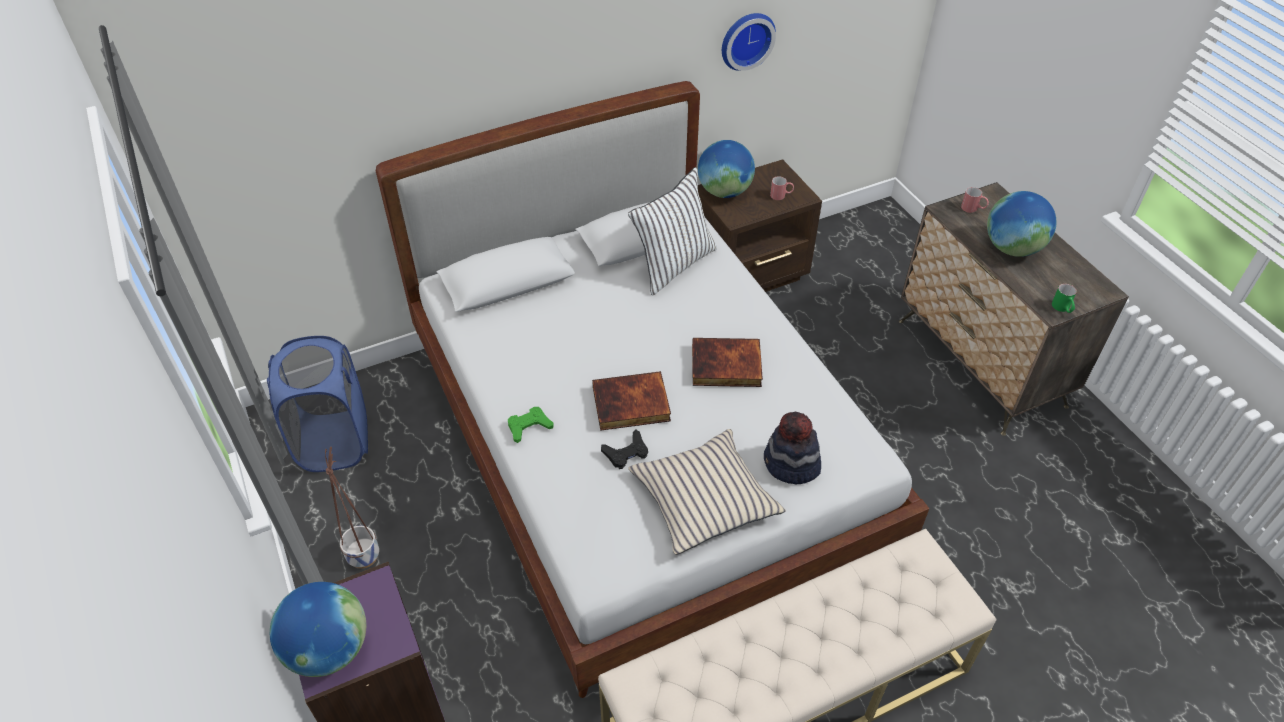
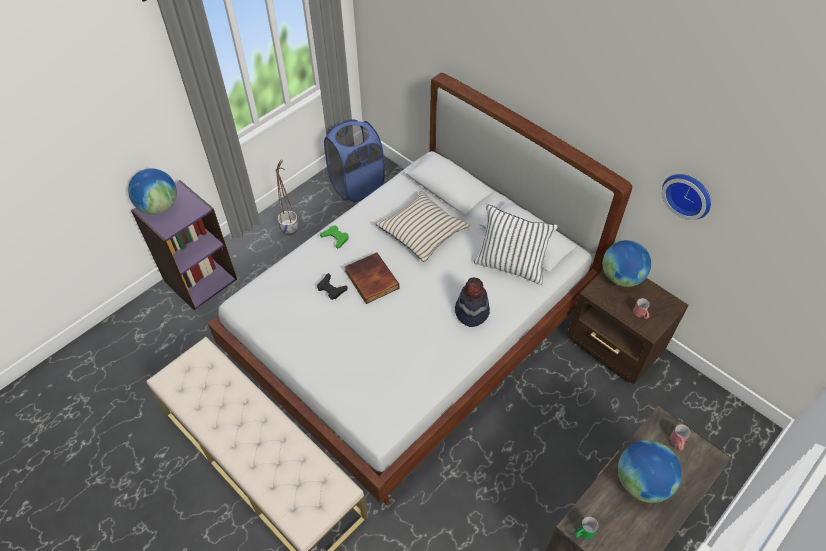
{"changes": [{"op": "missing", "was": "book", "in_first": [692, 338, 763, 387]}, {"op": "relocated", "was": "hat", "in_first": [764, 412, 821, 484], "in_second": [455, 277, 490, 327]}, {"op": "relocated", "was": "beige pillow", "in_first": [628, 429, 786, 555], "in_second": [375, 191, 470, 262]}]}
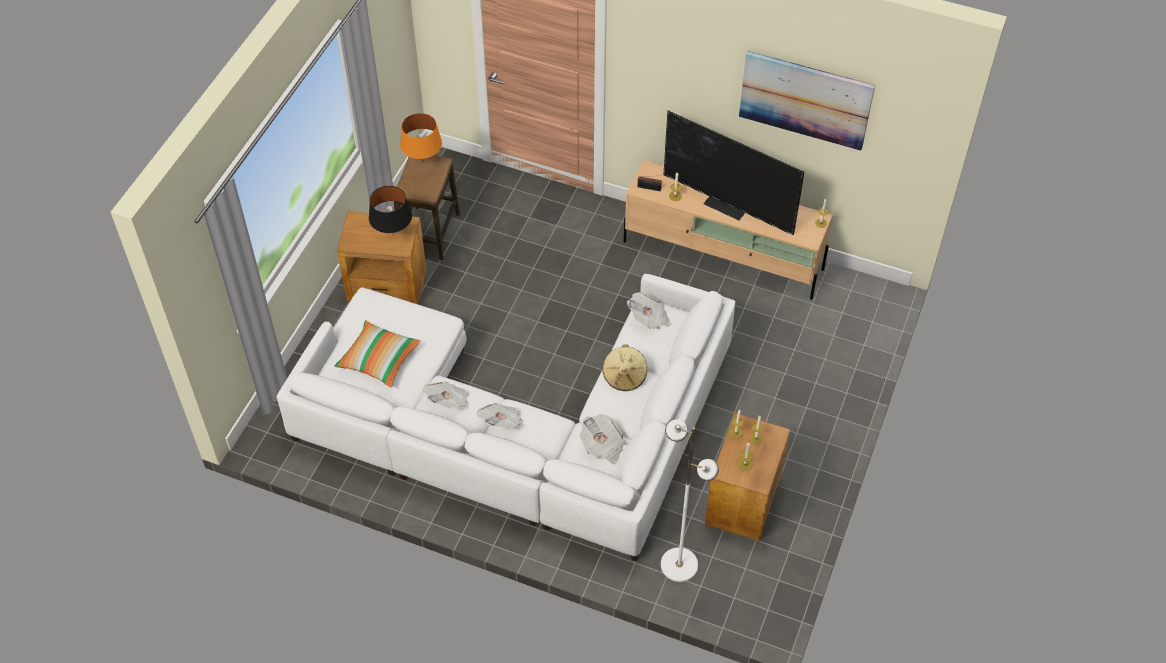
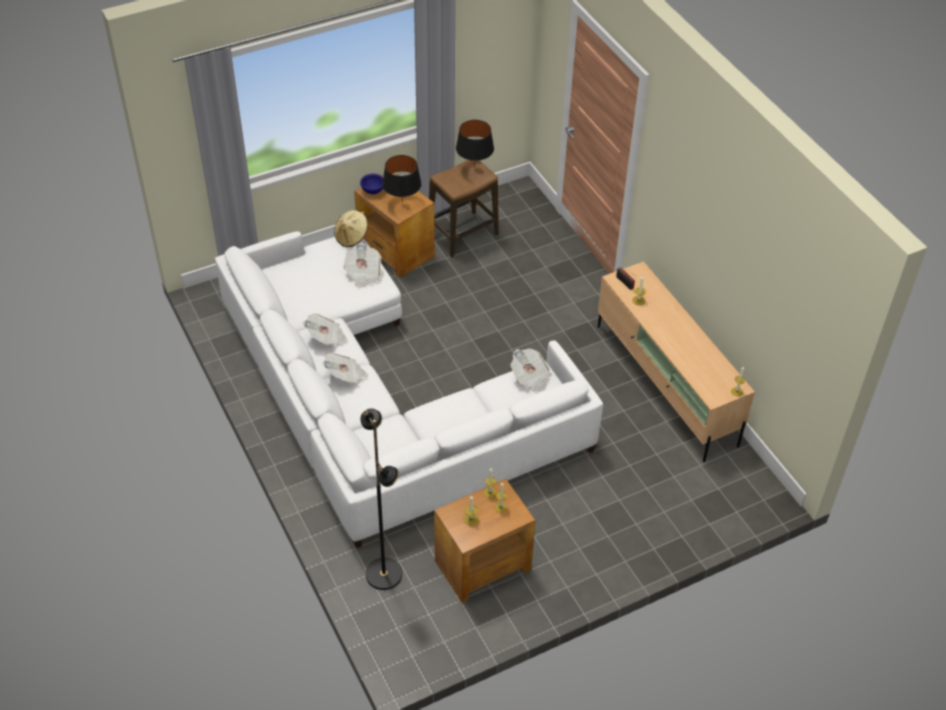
{"changes": [{"op": "missing", "was": "picture", "in_first": [739, 51, 875, 151]}, {"op": "missing", "was": "television", "in_first": [663, 110, 804, 235]}, {"op": "colour", "was": "orange table lamp", "now": "black table lamp", "in_first": [400, 113, 442, 163], "in_second": [456, 120, 494, 168]}, {"op": "missing", "was": "pillow", "in_first": [334, 320, 420, 387]}, {"op": "relocated", "was": "beige hat", "in_first": [602, 344, 647, 391], "in_second": [334, 210, 368, 247]}, {"op": "relocated", "was": "newspaper", "in_first": [580, 414, 626, 464], "in_second": [343, 243, 381, 288]}, {"op": "colour", "was": "white floor lamp", "now": "black floor lamp", "in_first": [661, 419, 719, 582], "in_second": [360, 408, 402, 590]}, {"op": "appeared", "now": "blue bowl", "in_second": [360, 174, 383, 194]}]}
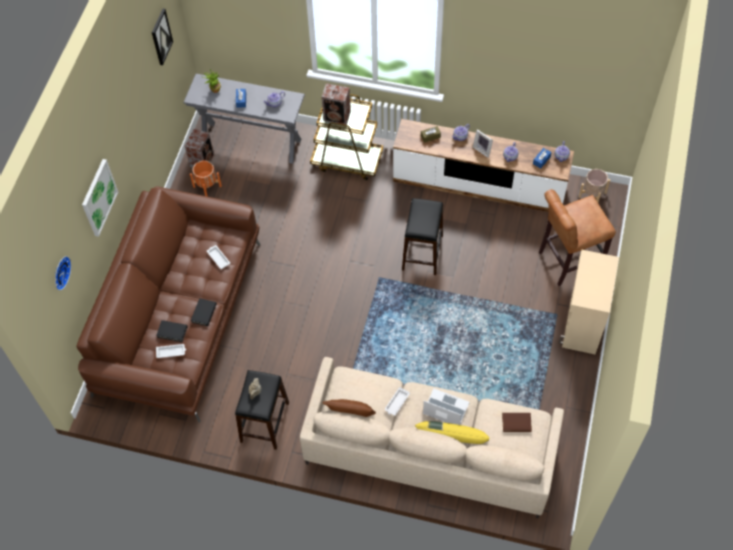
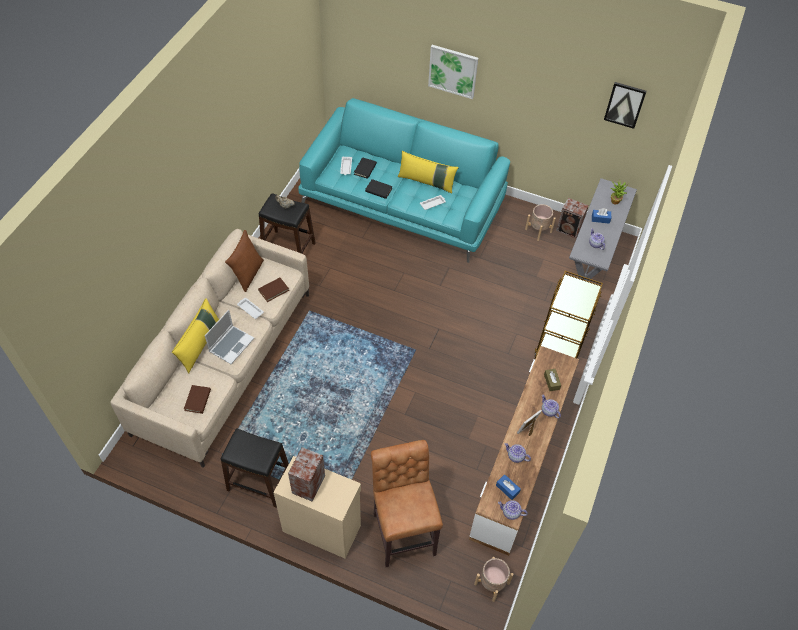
{"changes": [{"op": "relocated", "was": "speaker", "in_first": [322, 84, 351, 125], "in_second": [288, 447, 325, 502]}, {"op": "colour", "was": "orange planter", "now": "beige planter", "in_first": [190, 160, 222, 197], "in_second": [525, 204, 556, 241]}, {"op": "colour", "was": "brown sofa", "now": "turquoise sofa", "in_first": [76, 186, 260, 423], "in_second": [298, 98, 510, 263]}, {"op": "relocated", "was": "black stool", "in_first": [402, 198, 443, 275], "in_second": [221, 428, 289, 508]}, {"op": "missing", "was": "wall clock", "in_first": [55, 256, 71, 290]}, {"op": "appeared", "now": "yellow pillow", "in_second": [398, 151, 459, 194]}, {"op": "appeared", "now": "brown book", "in_second": [258, 277, 289, 302]}]}
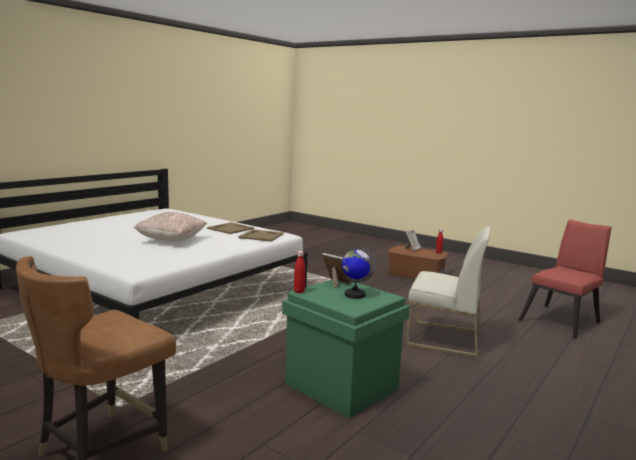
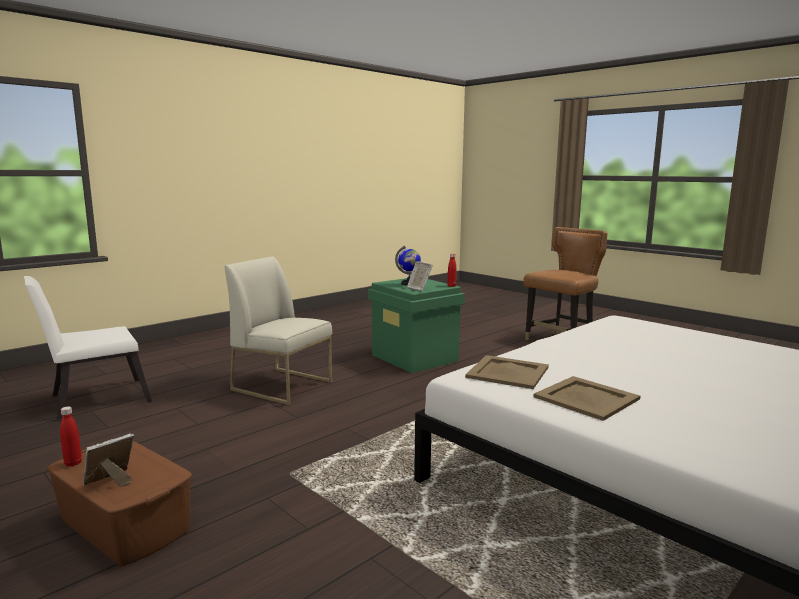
{"changes": [{"op": "missing", "was": "beige pillow", "in_first": [133, 212, 207, 242]}, {"op": "colour", "was": "red chair", "now": "white chair", "in_first": [518, 219, 612, 339], "in_second": [24, 276, 152, 419]}]}
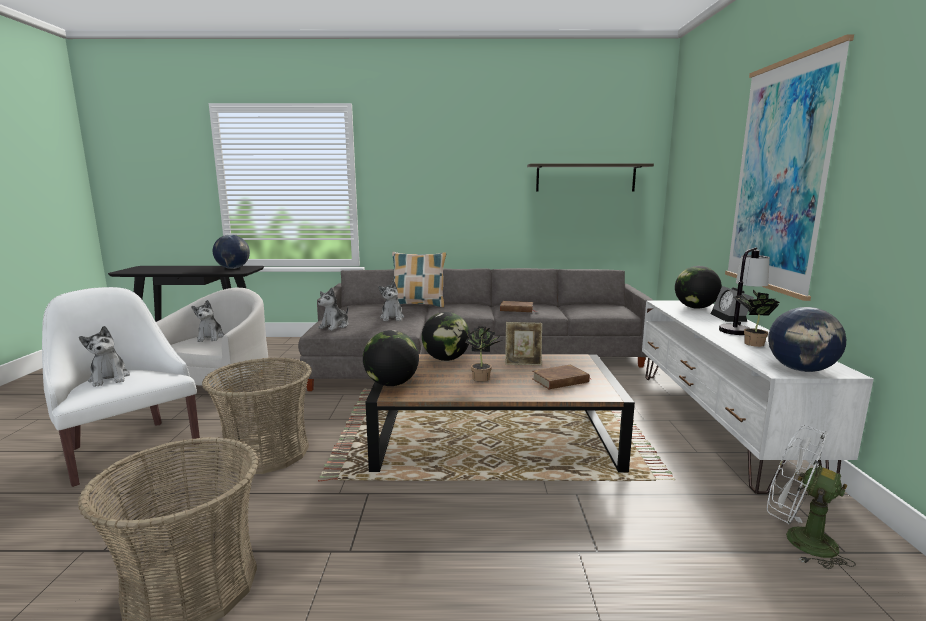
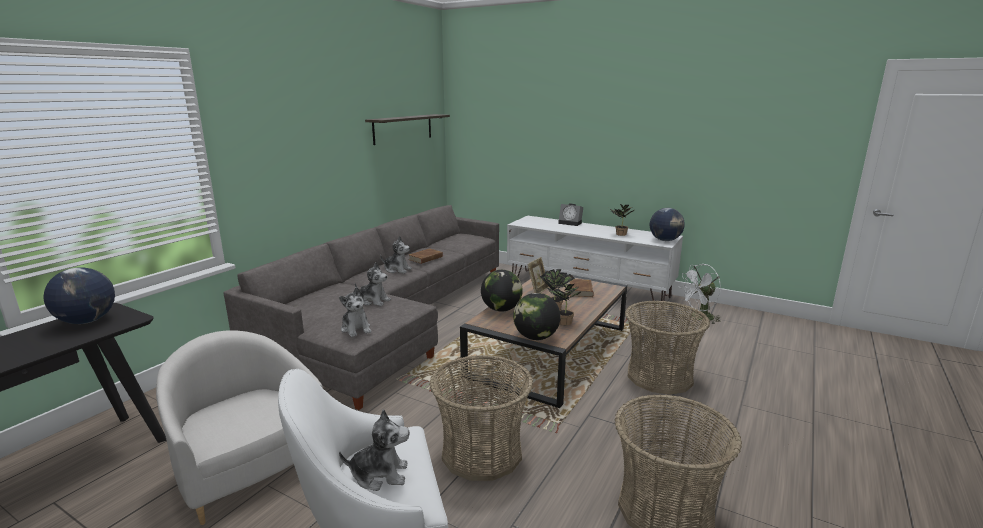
{"changes": [{"op": "missing", "was": "picture", "in_first": [725, 34, 854, 301]}, {"op": "missing", "was": "table lamp", "in_first": [719, 247, 770, 335]}, {"op": "missing", "was": "pillow", "in_first": [392, 252, 447, 307]}, {"op": "missing", "was": "globe", "in_first": [675, 266, 722, 309]}, {"op": "relocated", "was": "plush toy", "in_first": [191, 300, 224, 342], "in_second": [380, 236, 412, 273]}, {"op": "appeared", "now": "potted plant", "in_second": [547, 283, 582, 325]}, {"op": "appeared", "now": "basket", "in_second": [625, 300, 710, 395]}]}
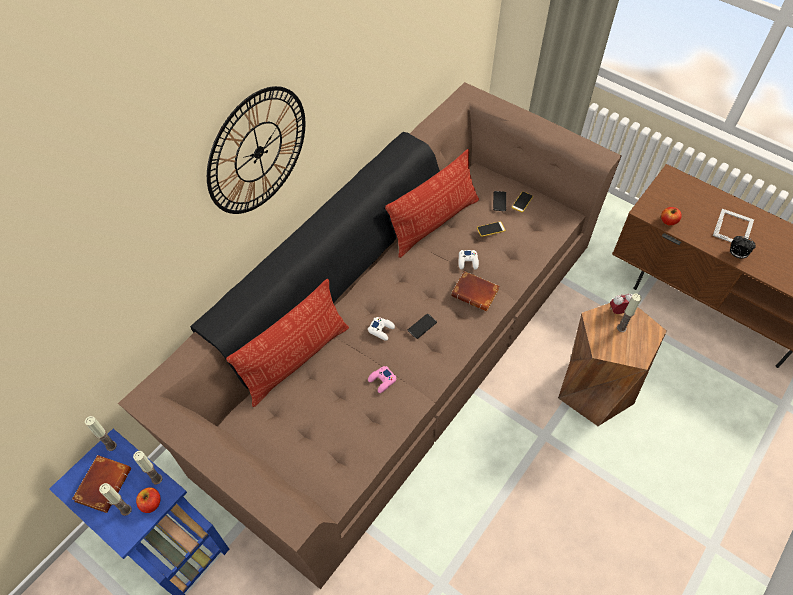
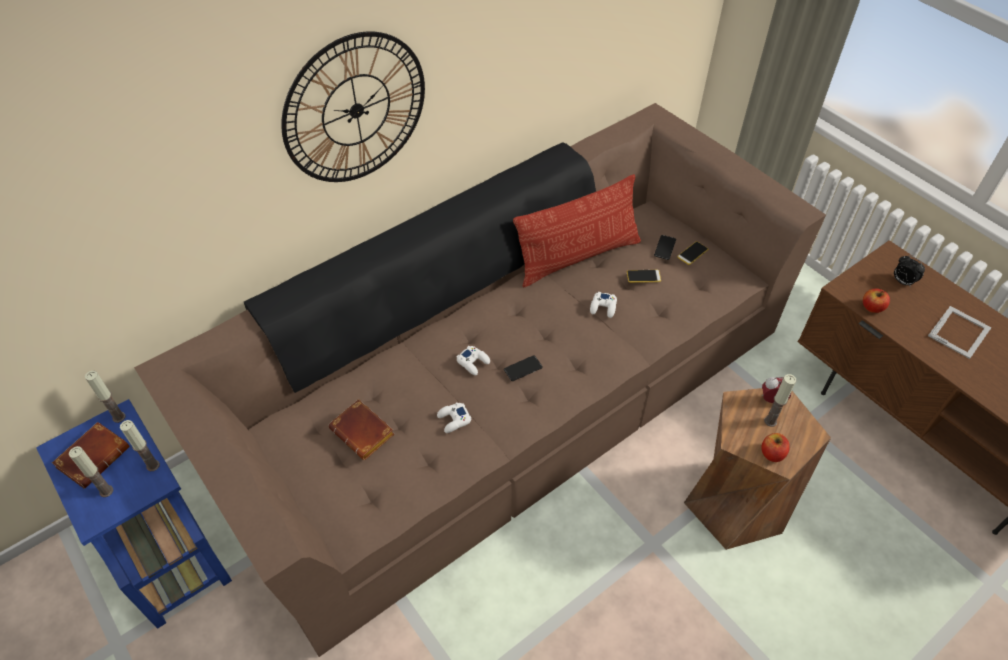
{"changes": [{"op": "relocated", "was": "alarm clock", "in_first": [730, 236, 756, 259], "in_second": [894, 255, 925, 288]}, {"op": "relocated", "was": "brown book", "in_first": [451, 271, 499, 311], "in_second": [328, 399, 394, 460]}, {"op": "missing", "was": "pillow", "in_first": [226, 279, 349, 407]}, {"op": "colour", "was": "pink game controller", "now": "white game controller", "in_first": [368, 366, 397, 393], "in_second": [437, 402, 472, 433]}, {"op": "relocated", "was": "apple", "in_first": [136, 487, 161, 513], "in_second": [761, 433, 790, 462]}]}
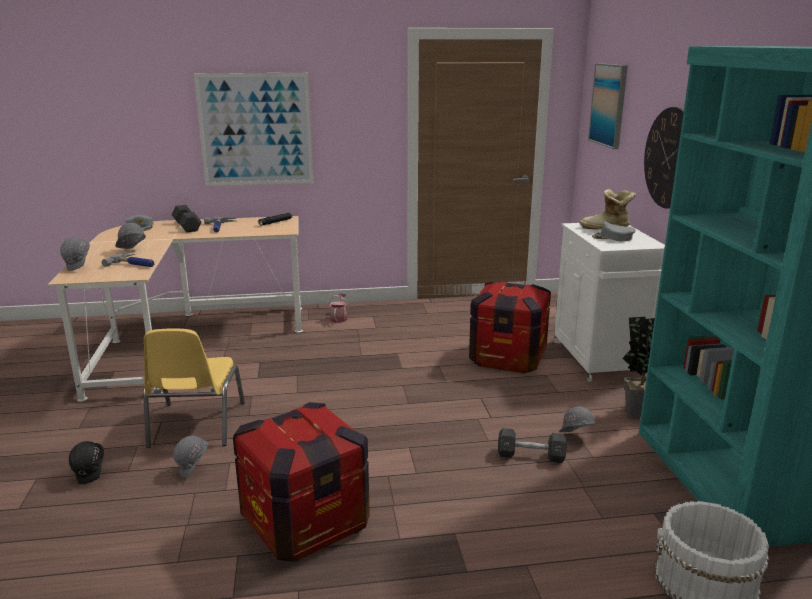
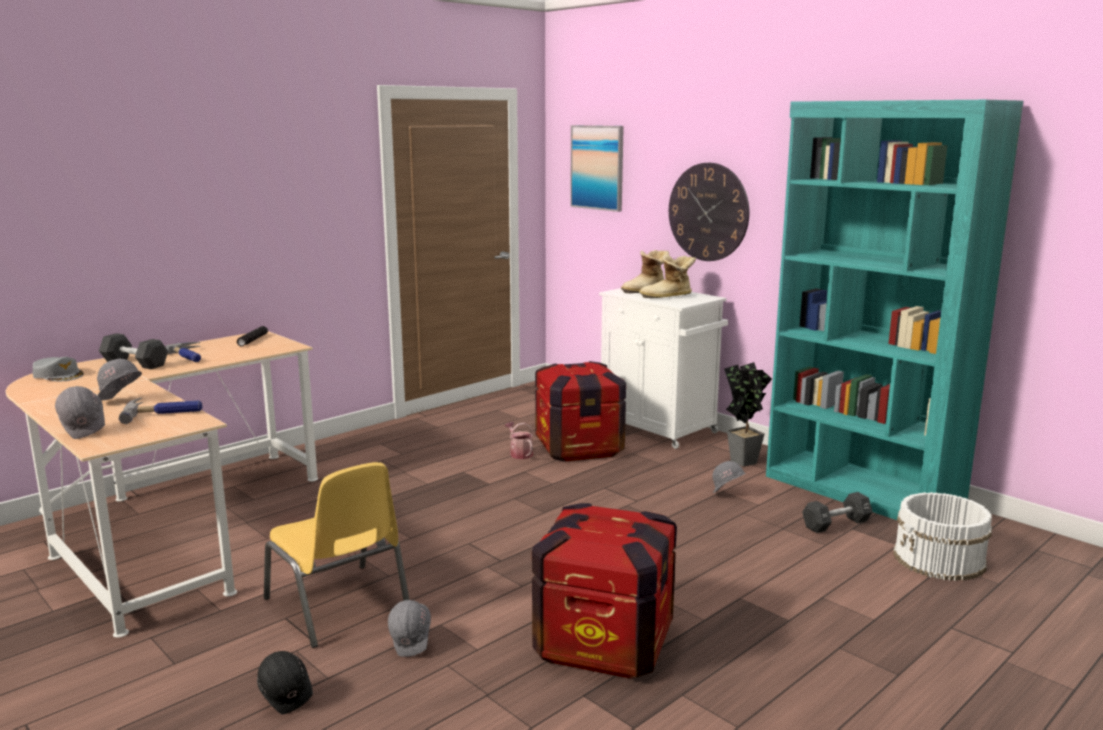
{"changes": [{"op": "missing", "was": "picture", "in_first": [194, 73, 313, 186]}, {"op": "exchanged", "was": "grey cap", "now": "boot", "in_first": [592, 221, 636, 241], "in_second": [639, 255, 696, 298]}, {"op": "relocated", "was": "watering can", "in_first": [328, 293, 348, 323], "in_second": [505, 422, 533, 459]}, {"op": "relocated", "was": "black dumbbell", "in_first": [498, 428, 567, 463], "in_second": [802, 492, 873, 533]}]}
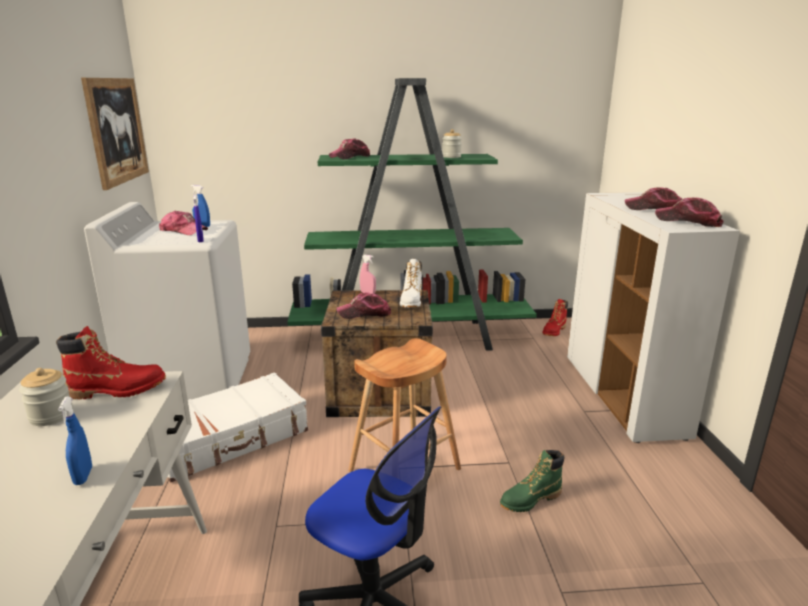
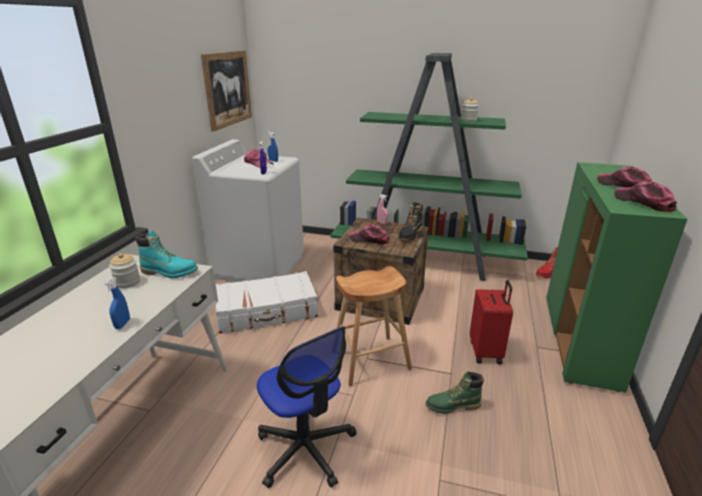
{"changes": [{"op": "missing", "was": "cap", "in_first": [329, 138, 371, 159]}, {"op": "colour", "was": "white cabinet", "now": "green cabinet", "in_first": [567, 192, 740, 443], "in_second": [546, 162, 688, 393]}, {"op": "colour", "was": "white boot", "now": "black boot", "in_first": [400, 259, 422, 308], "in_second": [399, 202, 423, 241]}, {"op": "colour", "was": "red boot", "now": "turquoise boot", "in_first": [56, 326, 166, 399], "in_second": [136, 230, 198, 278]}, {"op": "appeared", "now": "red suitcase", "in_second": [470, 280, 513, 364]}]}
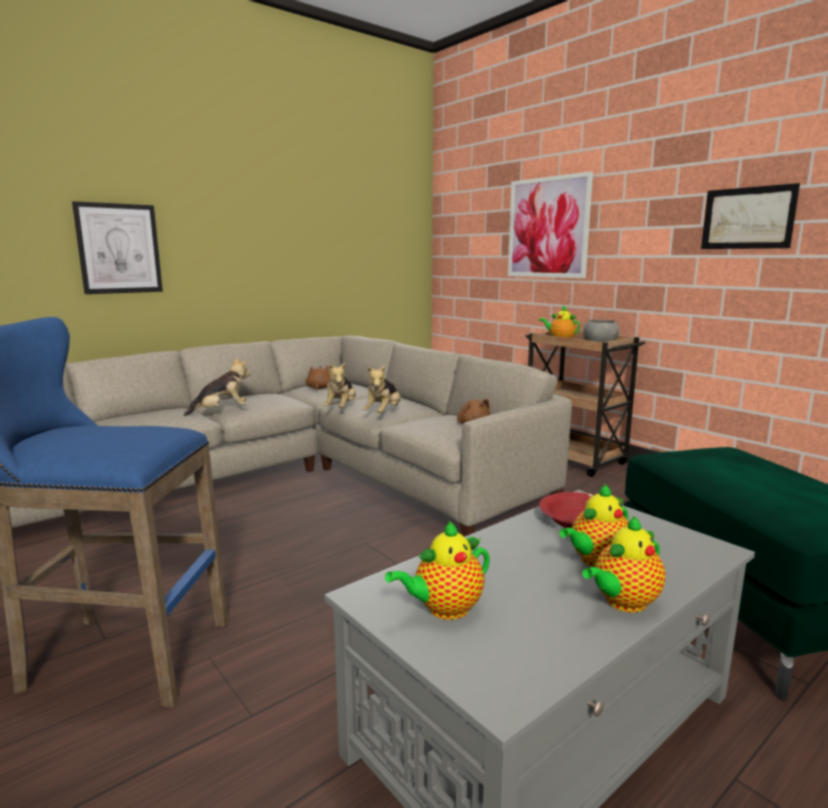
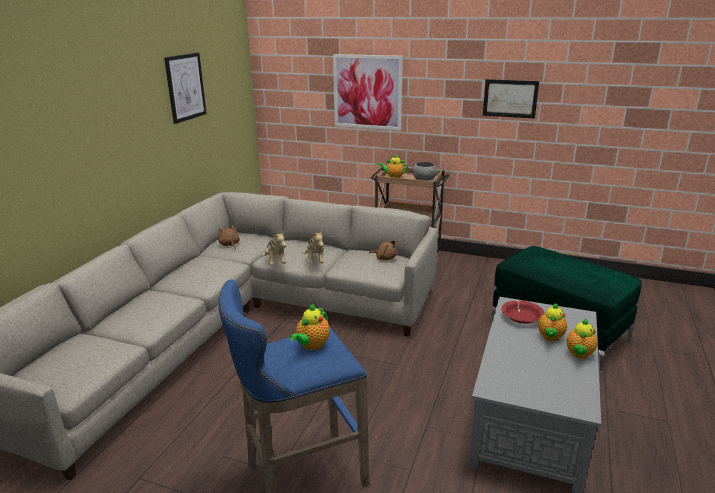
{"changes": [{"op": "relocated", "was": "picture", "in_first": [72, 201, 163, 294], "in_second": [164, 53, 207, 124]}, {"op": "missing", "was": "plush toy", "in_first": [183, 358, 251, 416]}, {"op": "relocated", "was": "teapot", "in_first": [385, 521, 490, 620], "in_second": [289, 304, 330, 350]}]}
